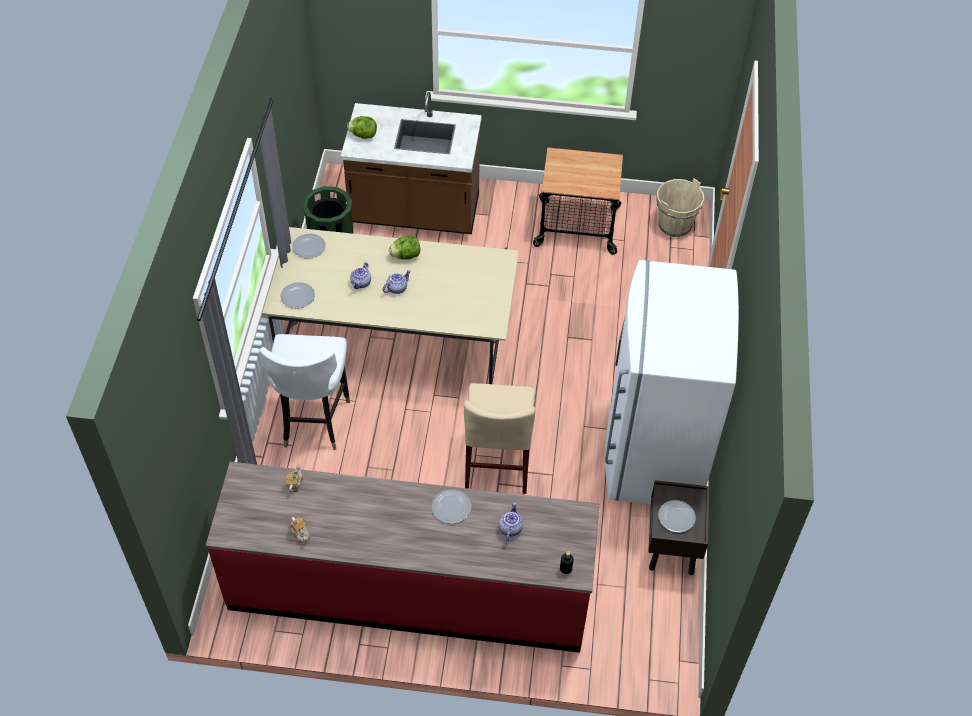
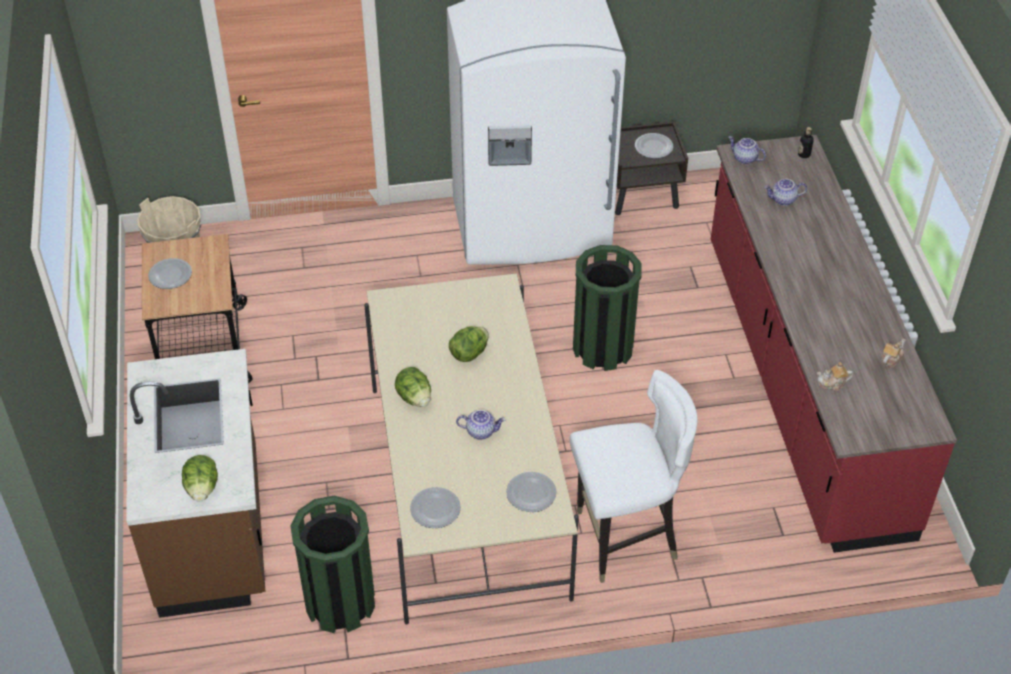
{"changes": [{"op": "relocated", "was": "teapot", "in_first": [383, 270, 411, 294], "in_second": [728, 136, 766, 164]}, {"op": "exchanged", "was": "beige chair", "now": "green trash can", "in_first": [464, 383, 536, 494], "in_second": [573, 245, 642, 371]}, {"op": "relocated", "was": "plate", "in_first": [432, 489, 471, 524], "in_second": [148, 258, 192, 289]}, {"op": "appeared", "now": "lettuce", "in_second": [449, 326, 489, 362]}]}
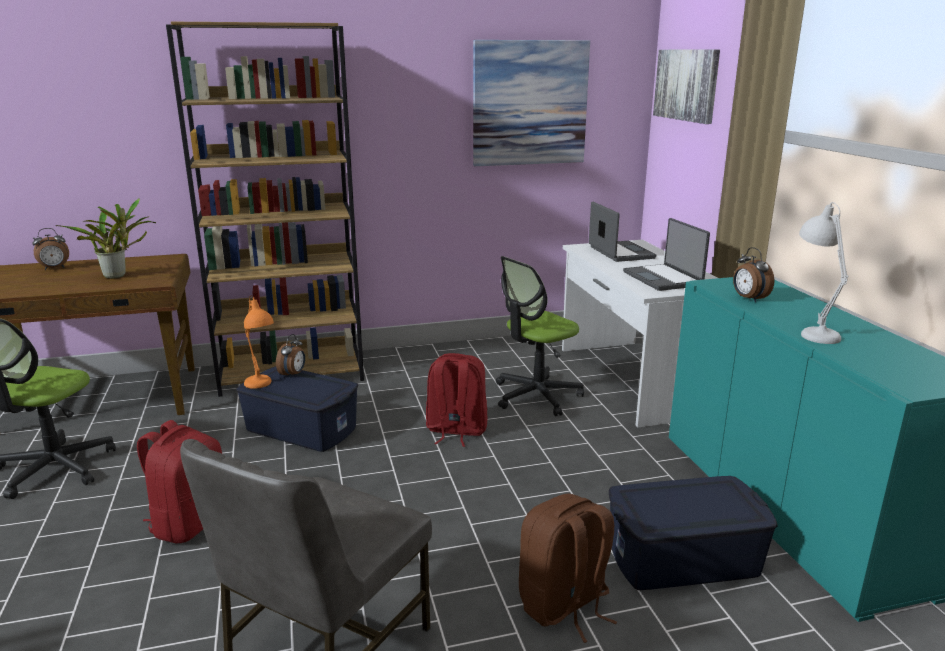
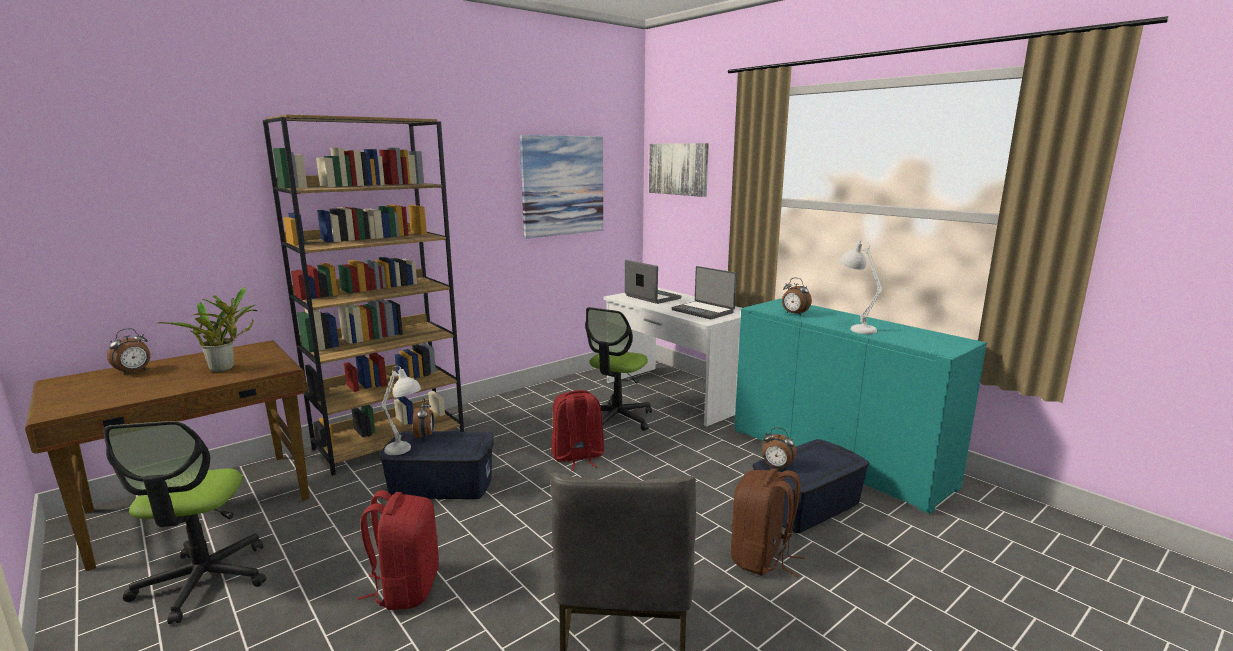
{"changes": [{"op": "colour", "was": "orange table lamp", "now": "white table lamp", "in_first": [244, 296, 274, 389], "in_second": [381, 366, 421, 455]}, {"op": "appeared", "now": "alarm clock", "in_second": [762, 427, 797, 470]}]}
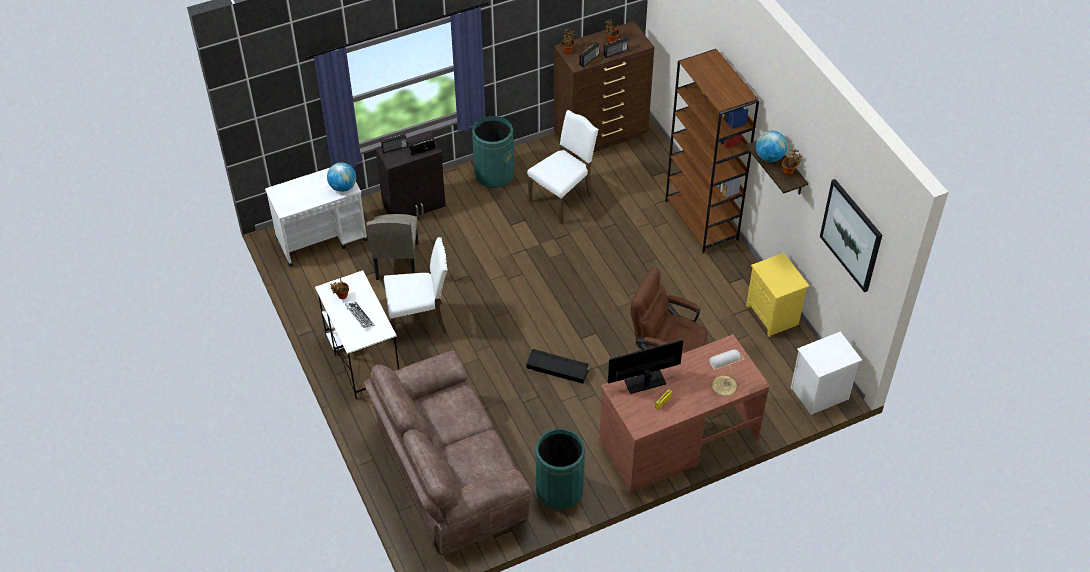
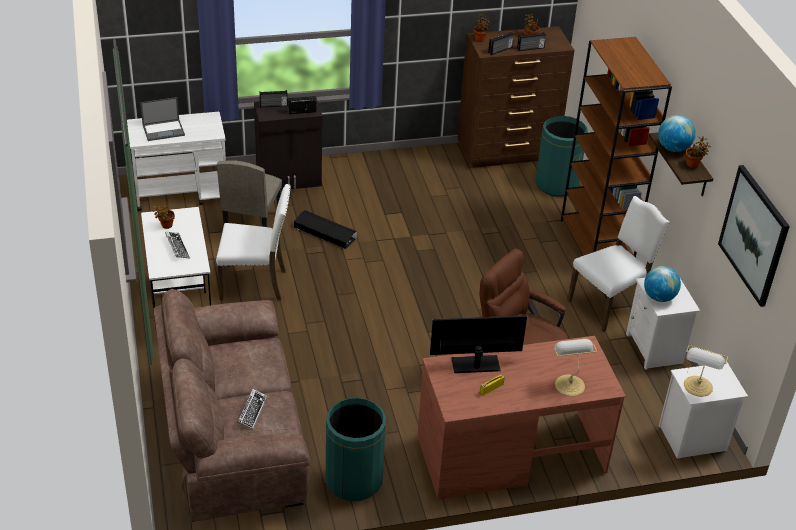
{"changes": [{"op": "relocated", "was": "white chair", "in_first": [527, 110, 599, 224], "in_second": [567, 196, 670, 332]}, {"op": "relocated", "was": "green trash can", "in_first": [472, 116, 514, 188], "in_second": [536, 116, 588, 197]}, {"op": "relocated", "was": "globe", "in_first": [327, 163, 356, 192], "in_second": [644, 266, 681, 302]}, {"op": "colour", "was": "yellow nightstand", "now": "white nightstand", "in_first": [746, 253, 809, 337], "in_second": [626, 278, 700, 370]}, {"op": "relocated", "was": "black storage box", "in_first": [526, 349, 590, 384], "in_second": [294, 210, 357, 249]}, {"op": "appeared", "now": "laptop", "in_second": [140, 97, 185, 141]}, {"op": "appeared", "now": "table lamp", "in_second": [684, 345, 728, 397]}, {"op": "appeared", "now": "keyboard", "in_second": [238, 389, 267, 429]}]}
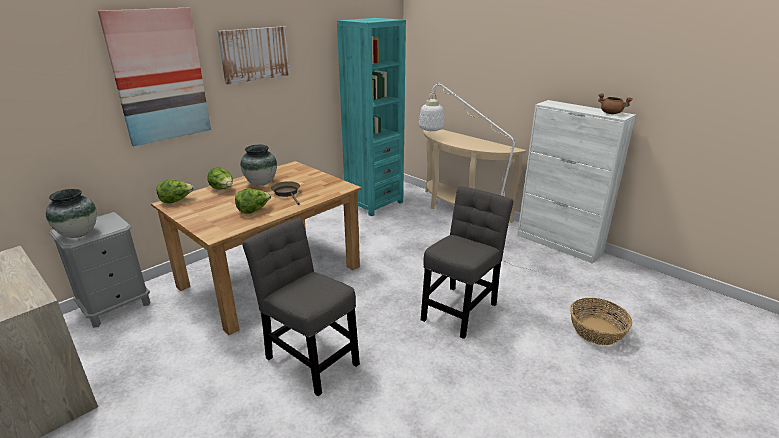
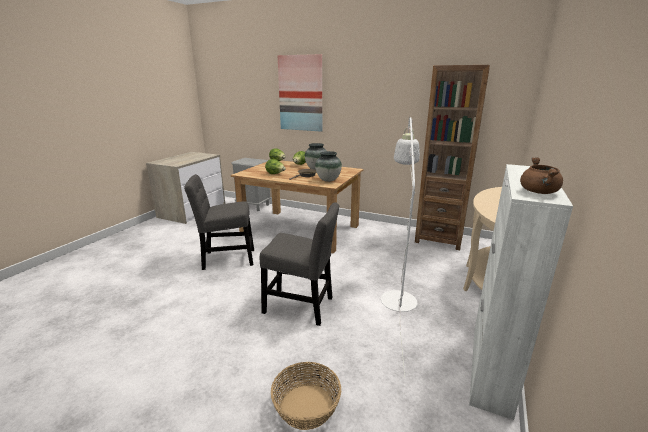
{"changes": [{"op": "colour", "was": "turquoise bookcase", "now": "brown bookcase", "in_first": [337, 18, 406, 216], "in_second": [415, 65, 490, 250]}, {"op": "missing", "was": "picture", "in_first": [217, 26, 290, 85]}, {"op": "relocated", "was": "vase", "in_first": [46, 189, 97, 238], "in_second": [315, 151, 342, 182]}, {"op": "spun", "was": "grey chair", "in_first": [242, 218, 360, 396], "in_second": [184, 174, 254, 270], "clockwise": -120}]}
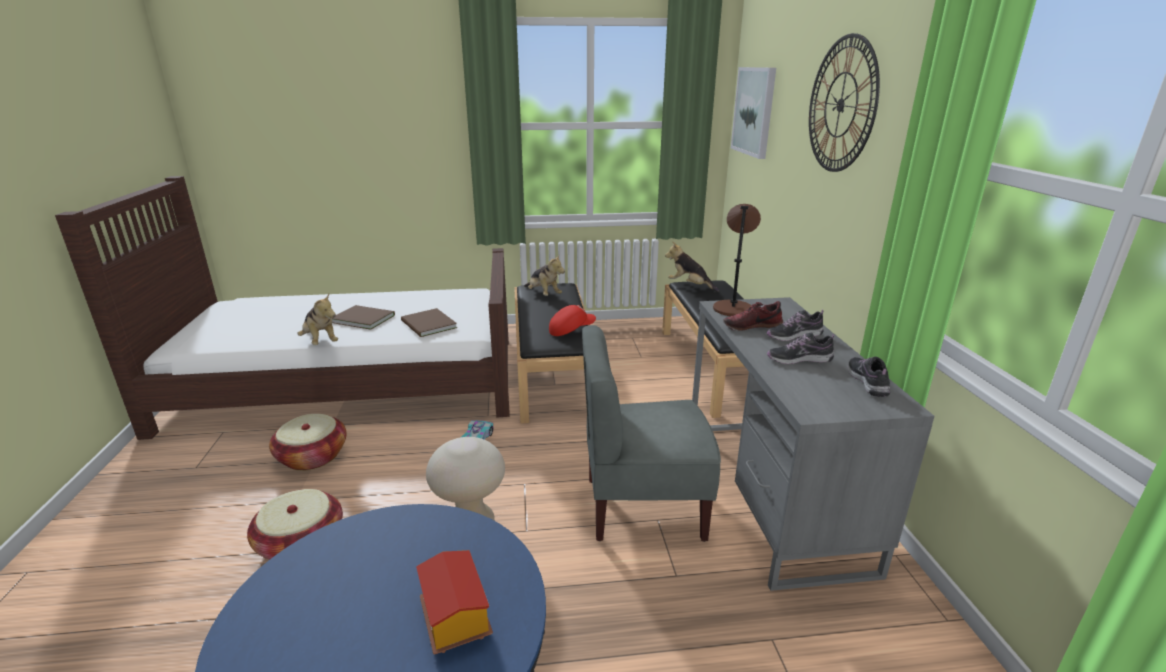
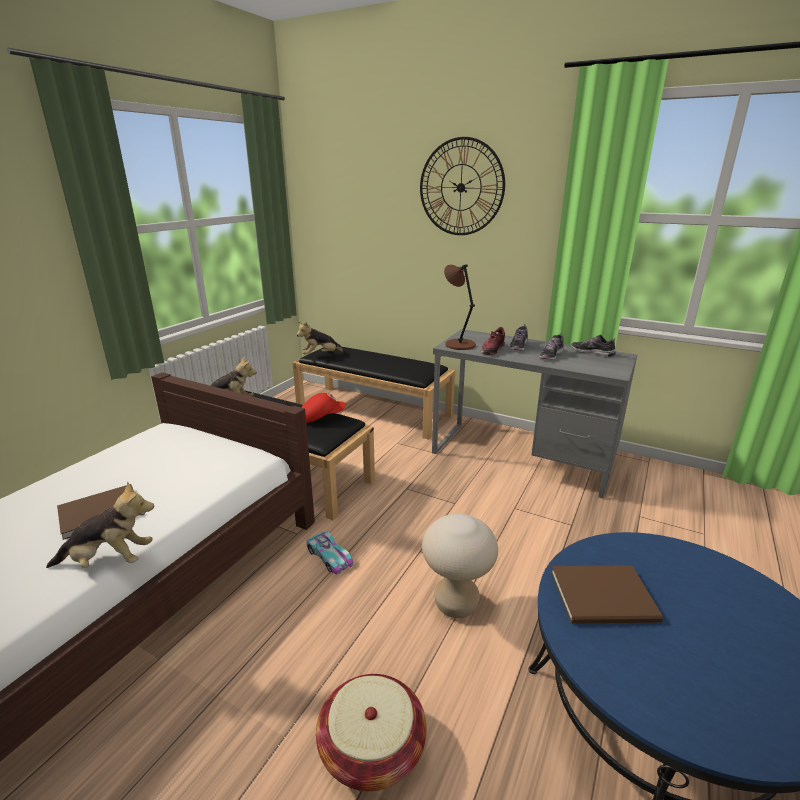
{"changes": [{"op": "missing", "was": "picture", "in_first": [731, 67, 776, 159]}, {"op": "spun", "was": "red cap", "in_first": [549, 305, 596, 336], "in_second": [302, 393, 346, 423], "clockwise": 60}, {"op": "relocated", "was": "brown book", "in_first": [401, 308, 457, 337], "in_second": [551, 565, 663, 624]}, {"op": "missing", "was": "grey chair", "in_first": [582, 325, 721, 542]}, {"op": "missing", "was": "basket", "in_first": [269, 414, 347, 471]}, {"op": "missing", "was": "toy house", "in_first": [416, 550, 493, 655]}]}
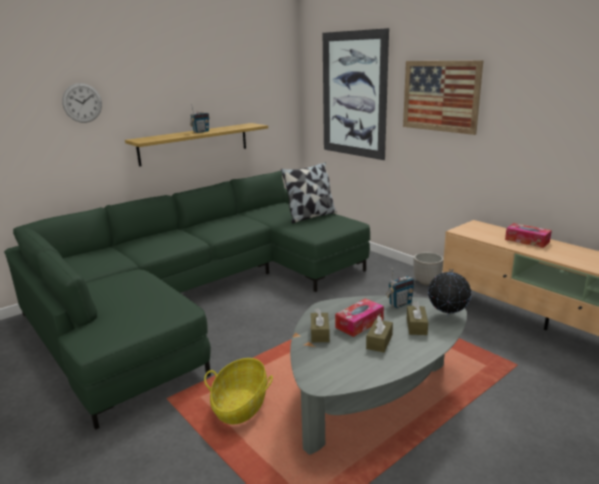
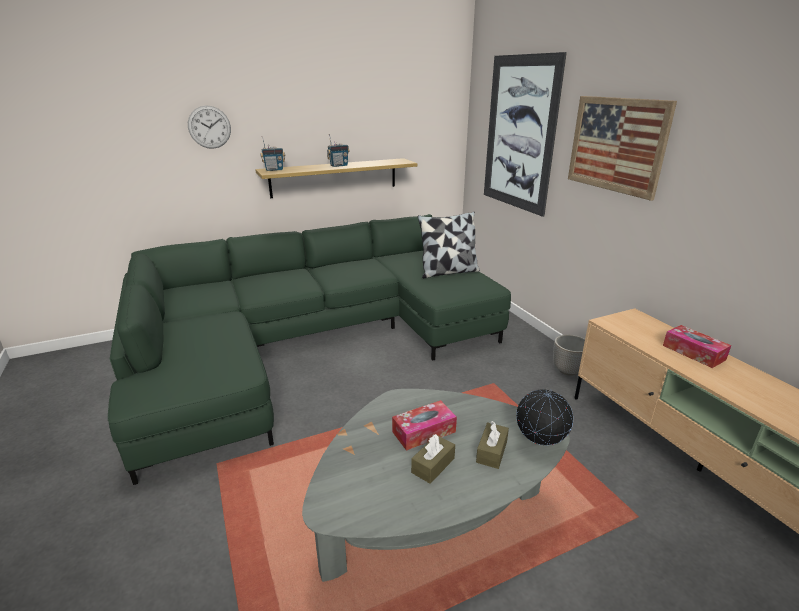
{"changes": [{"op": "relocated", "was": "radio", "in_first": [386, 268, 415, 308], "in_second": [260, 137, 285, 171]}, {"op": "missing", "was": "brown tissue box", "in_first": [311, 308, 330, 342]}, {"op": "missing", "was": "basket", "in_first": [204, 358, 273, 425]}]}
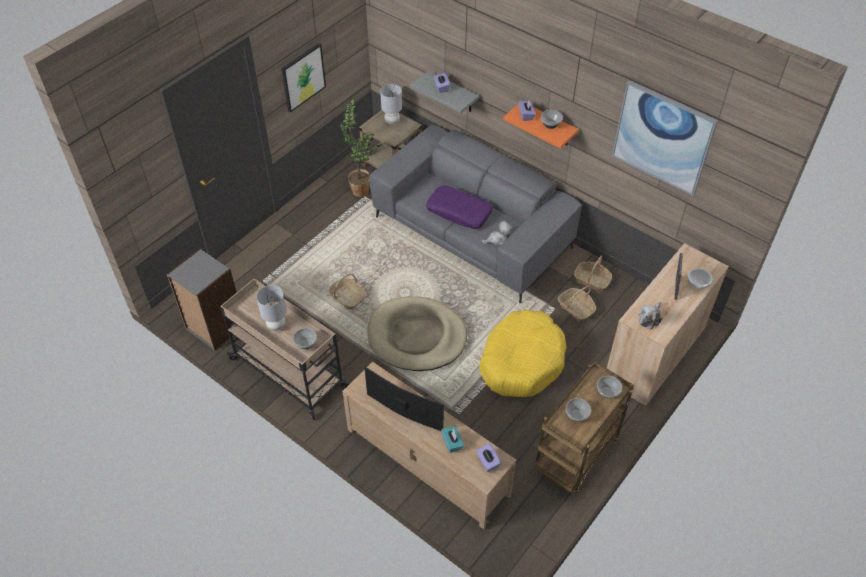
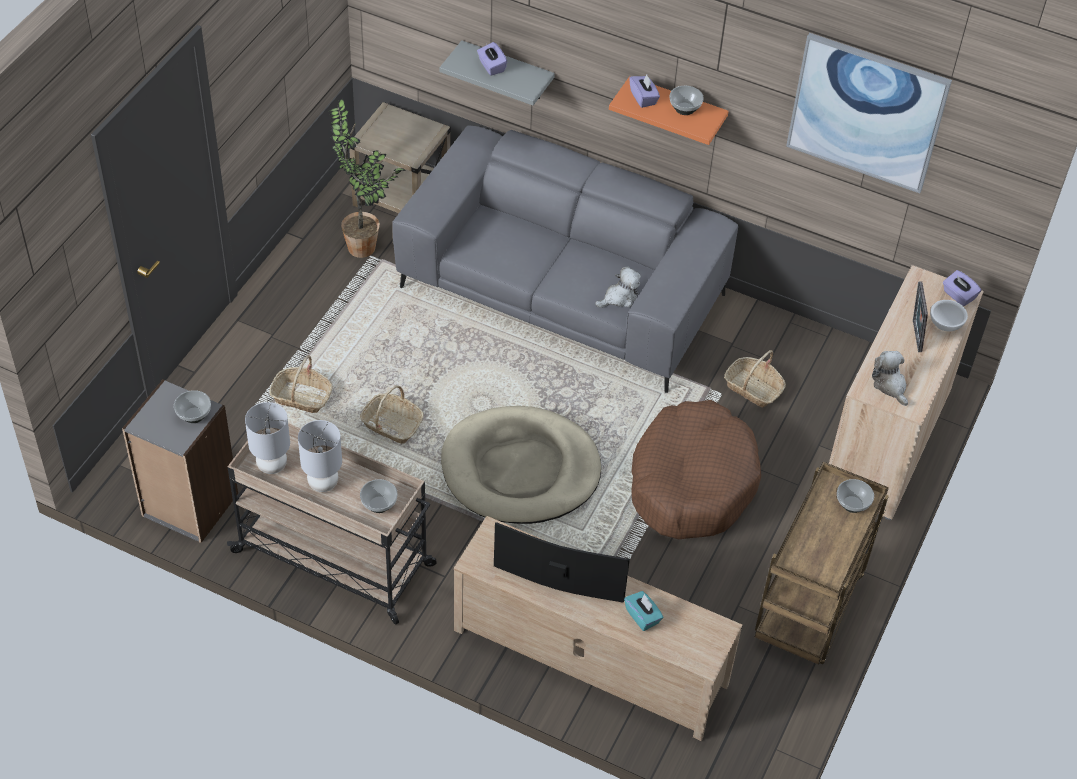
{"changes": [{"op": "missing", "was": "picture", "in_first": [281, 43, 326, 113]}, {"op": "relocated", "was": "grey table lamp", "in_first": [380, 84, 402, 125], "in_second": [245, 402, 290, 474]}, {"op": "missing", "was": "purple pillow", "in_first": [426, 185, 493, 229]}, {"op": "relocated", "was": "basket", "in_first": [574, 256, 612, 291], "in_second": [270, 355, 333, 413]}, {"op": "spun", "was": "plush toy", "in_first": [638, 302, 662, 330], "in_second": [872, 351, 908, 406], "clockwise": 135}, {"op": "colour", "was": "yellow dog bed", "now": "brown dog bed", "in_first": [479, 310, 567, 397], "in_second": [631, 400, 761, 539]}, {"op": "relocated", "was": "bowl", "in_first": [566, 398, 591, 421], "in_second": [174, 390, 211, 423]}, {"op": "relocated", "was": "purple tissue box", "in_first": [476, 443, 501, 472], "in_second": [943, 270, 981, 307]}]}
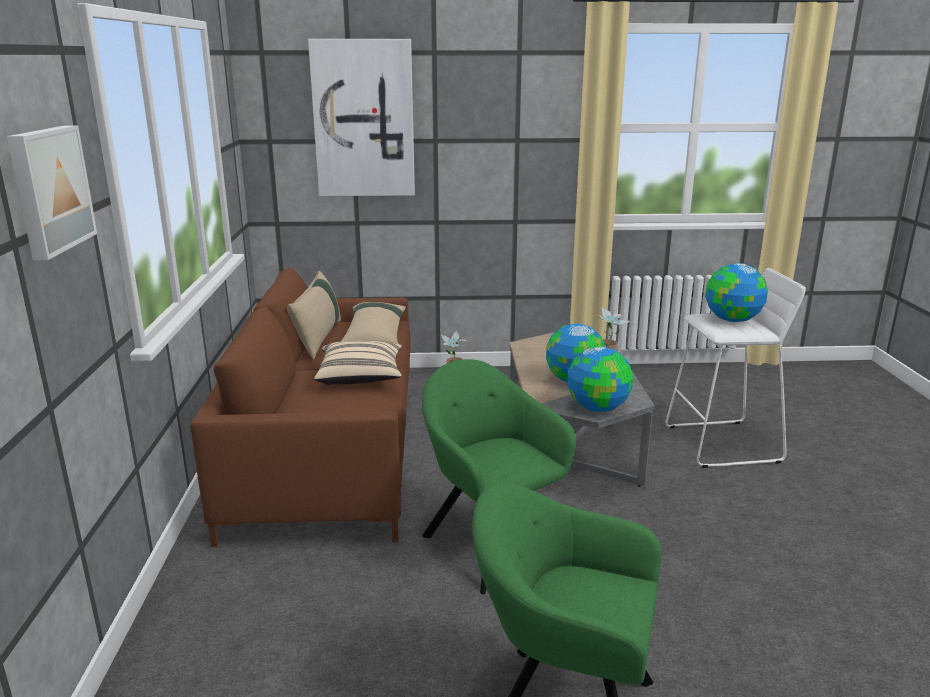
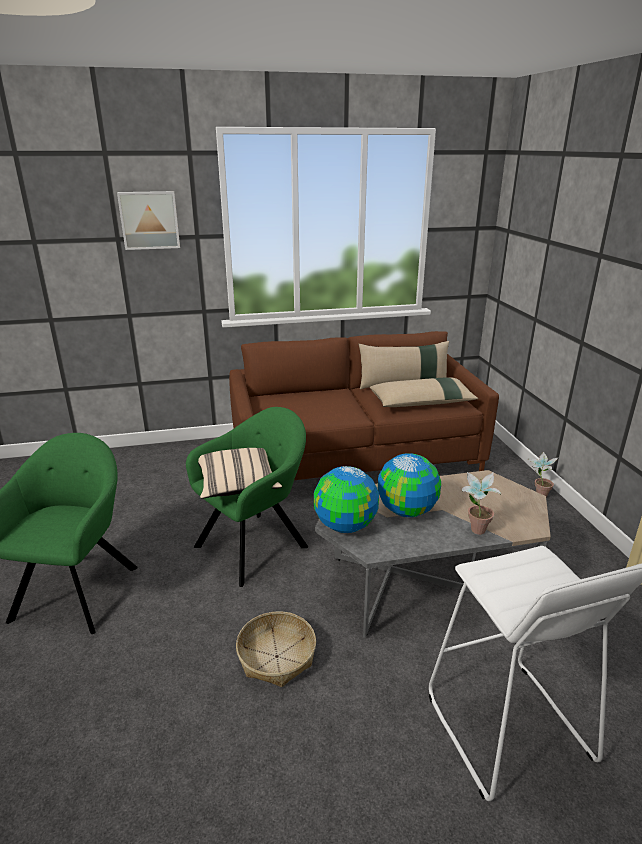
{"changes": [{"op": "missing", "was": "picture", "in_first": [308, 39, 415, 196]}, {"op": "missing", "was": "globe", "in_first": [705, 263, 768, 322]}, {"op": "relocated", "was": "beige pillow", "in_first": [314, 341, 402, 385], "in_second": [198, 448, 282, 499]}, {"op": "appeared", "now": "basket", "in_second": [236, 611, 316, 687]}]}
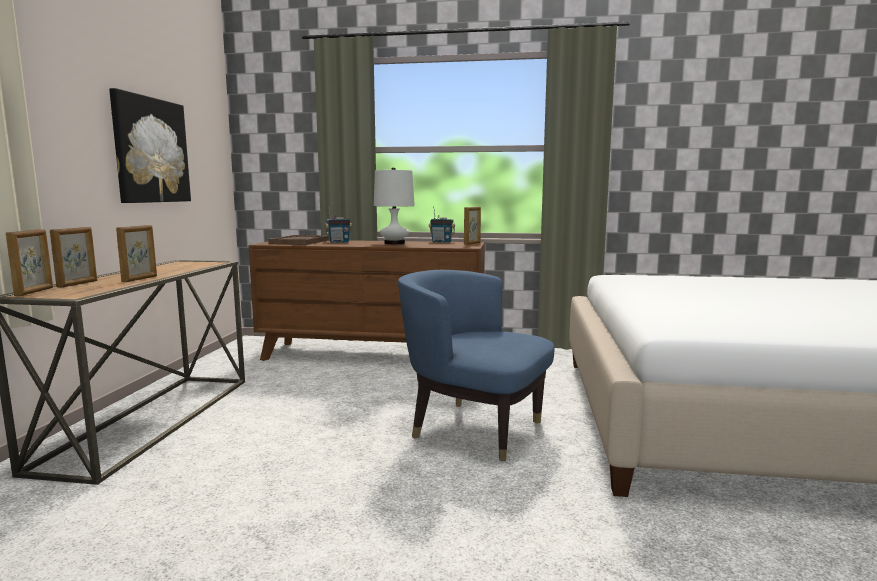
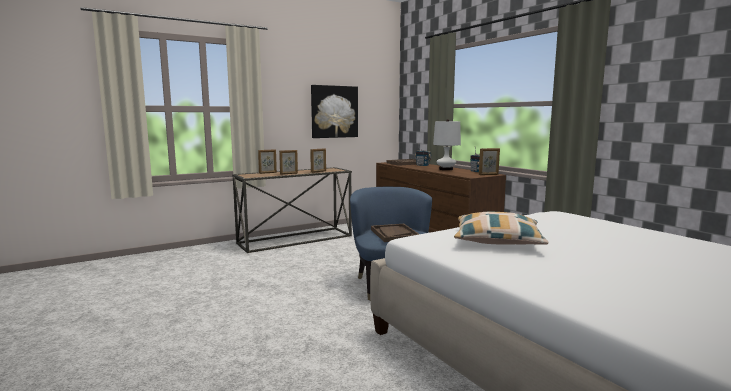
{"changes": [{"op": "relocated", "was": "picture frame", "in_first": [6, 229, 53, 296], "in_second": [310, 148, 326, 173]}, {"op": "appeared", "now": "pillow", "in_second": [454, 212, 548, 245]}, {"op": "appeared", "now": "brown tray", "in_second": [371, 224, 419, 242]}]}
